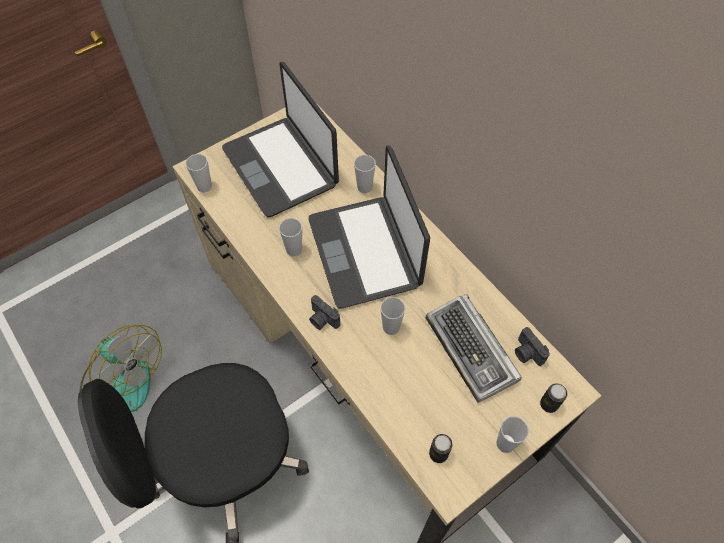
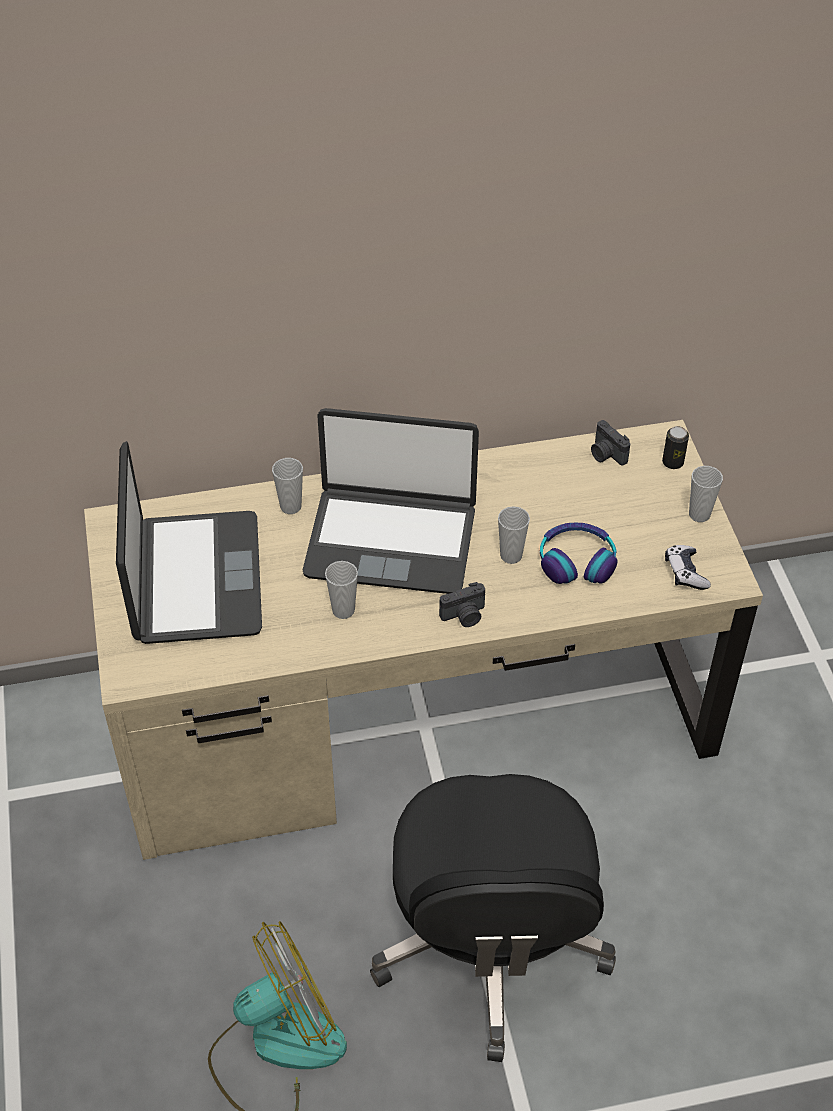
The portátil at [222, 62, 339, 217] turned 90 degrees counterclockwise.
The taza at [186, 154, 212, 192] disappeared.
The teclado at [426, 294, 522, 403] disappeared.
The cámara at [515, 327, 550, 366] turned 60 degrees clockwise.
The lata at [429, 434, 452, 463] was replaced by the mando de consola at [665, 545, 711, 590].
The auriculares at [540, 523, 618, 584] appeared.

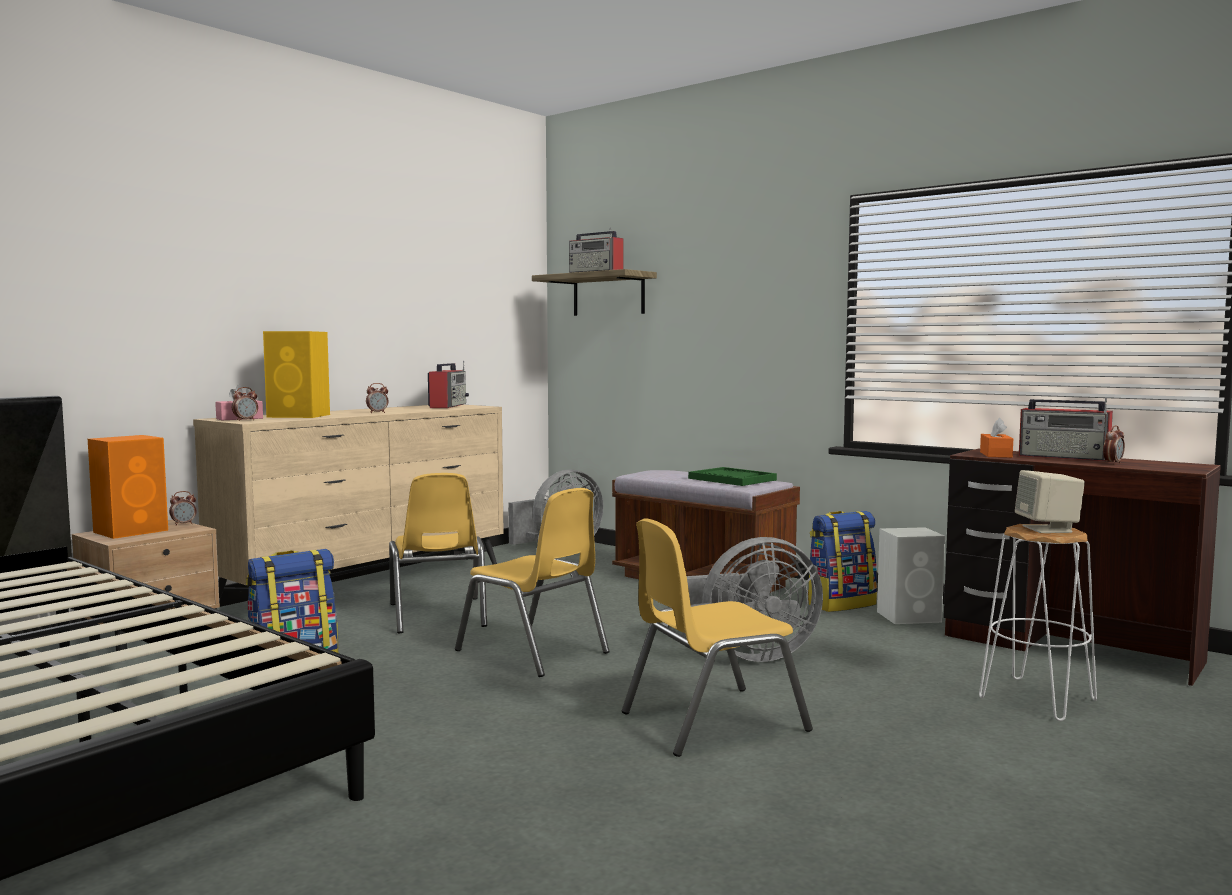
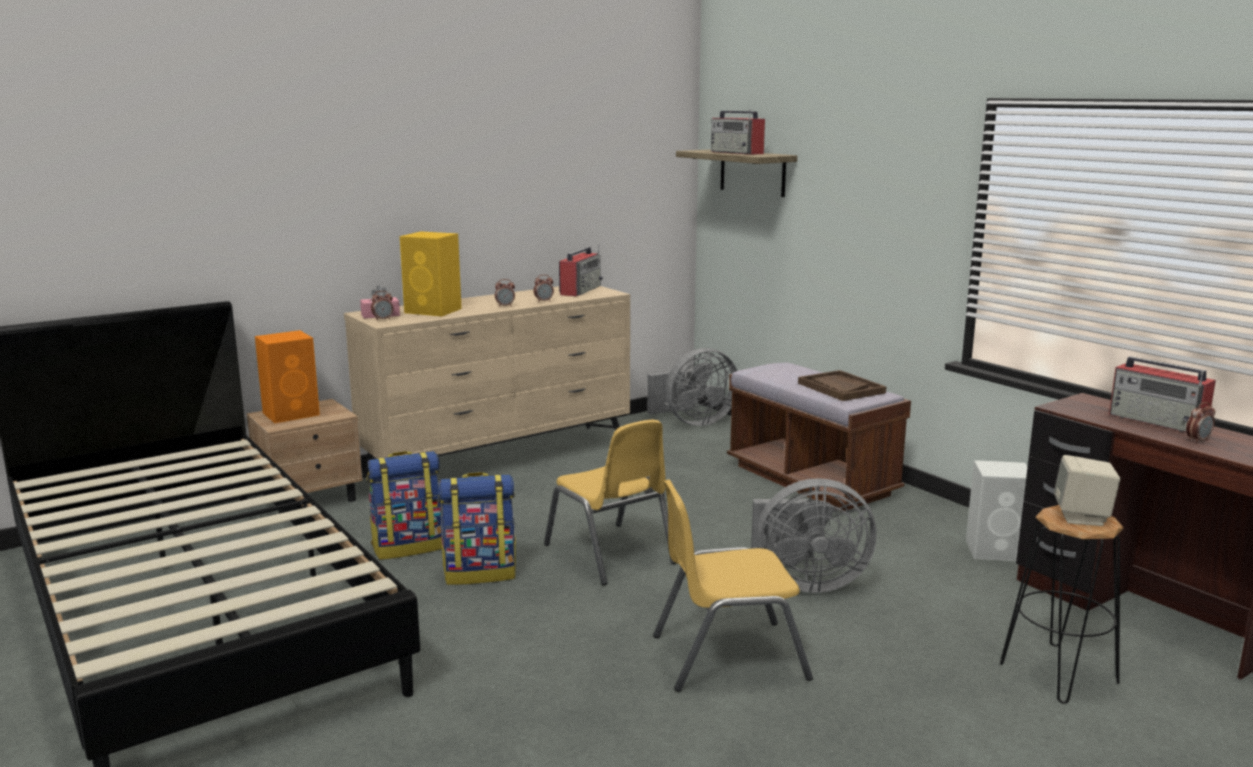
The caja de pañuelos [naranja] at [980, 418, 1013, 458] disappeared.
The bandeja [verde] at [688, 467, 777, 486] became the bandeja [marrón] at [798, 370, 886, 401].
The silla [amarillo] at [389, 473, 487, 633] disappeared.
The despertador moved from [169, 491, 196, 526] to [533, 275, 554, 302].
The mochila moved from [808, 511, 877, 612] to [438, 472, 516, 585].
The taburete [blanco] at [979, 524, 1097, 721] became the taburete [negro] at [1000, 505, 1124, 704].

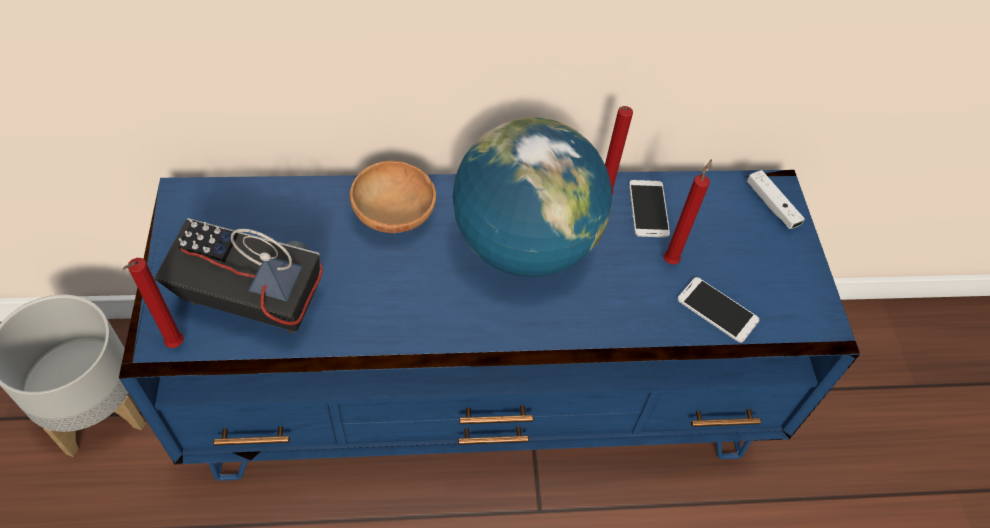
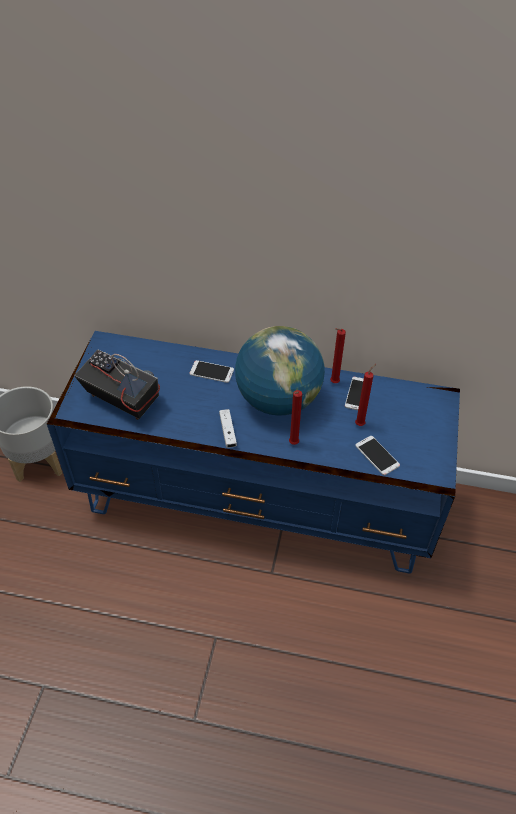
The cuenco [marrón] at [349, 161, 436, 233] was replaced by the móvil at [190, 360, 234, 383].
The mando de consola [blanco] moved from [747, 170, 805, 229] to [219, 409, 237, 448].
The vela [rojo] moved from [123, 258, 184, 348] to [289, 390, 302, 445].

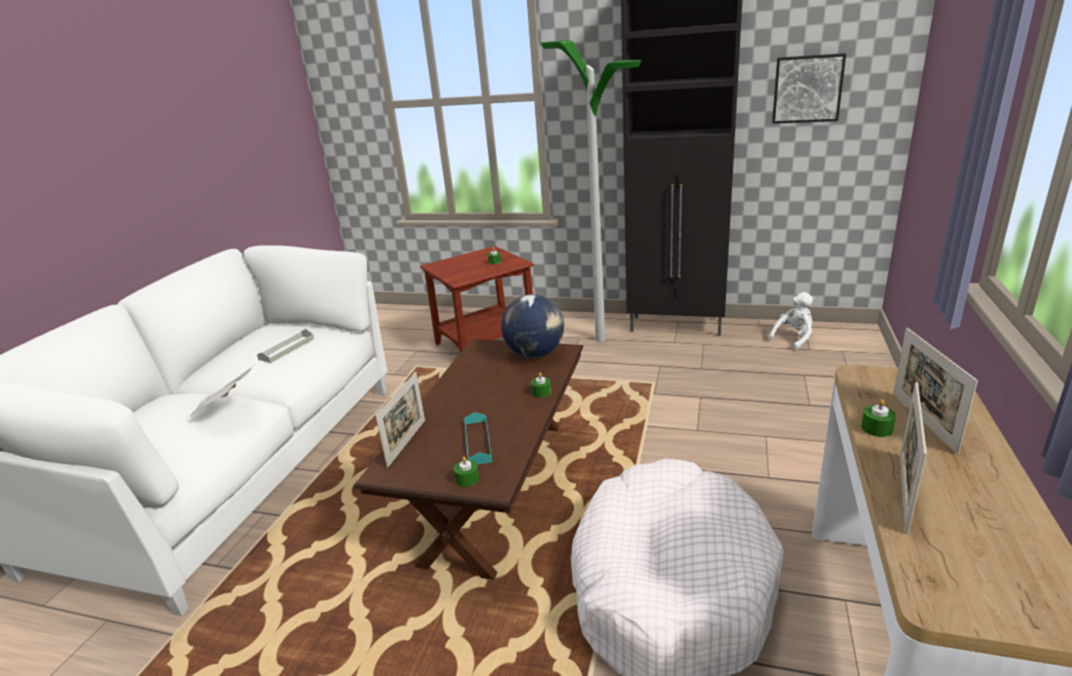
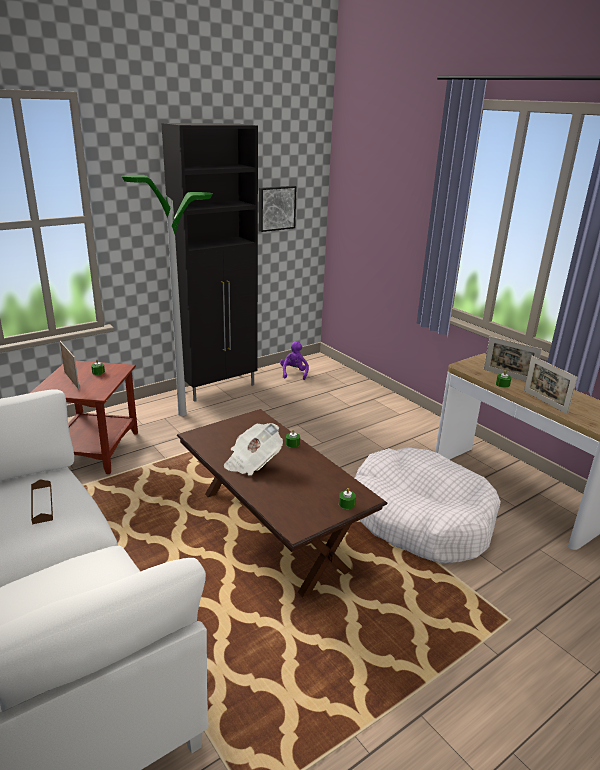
The peluche [blanco] at [768, 292, 813, 351] became the peluche [morado] at [280, 341, 309, 380].
The globo terráqueo at [501, 294, 564, 357] disappeared.
The bandeja [gris] at [257, 329, 314, 363] became the bandeja [marrón] at [31, 479, 53, 524].
The periódico moved from [187, 368, 251, 418] to [224, 423, 283, 475].
The portarretratos moved from [375, 372, 425, 468] to [60, 341, 80, 390].
The bandeja [turquesa] at [464, 412, 492, 464] disappeared.

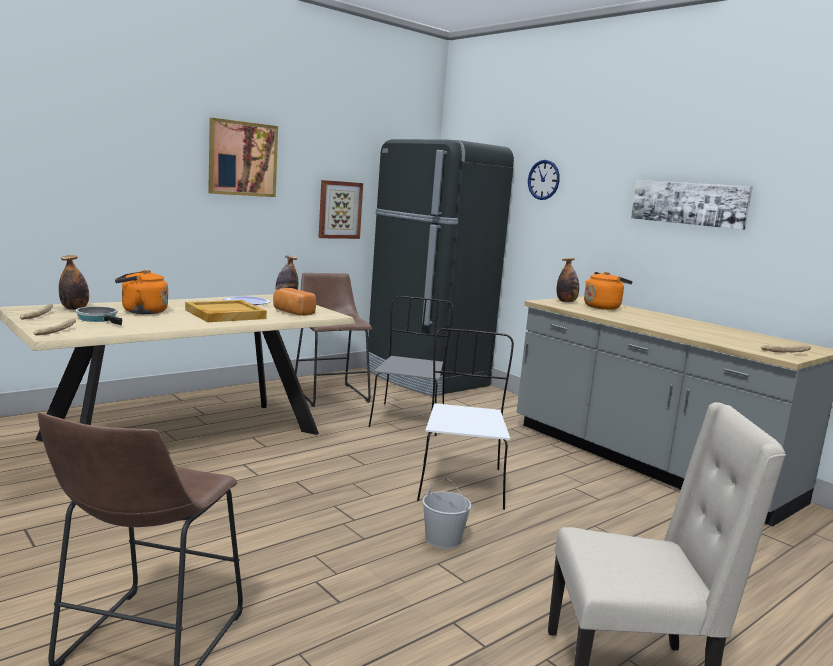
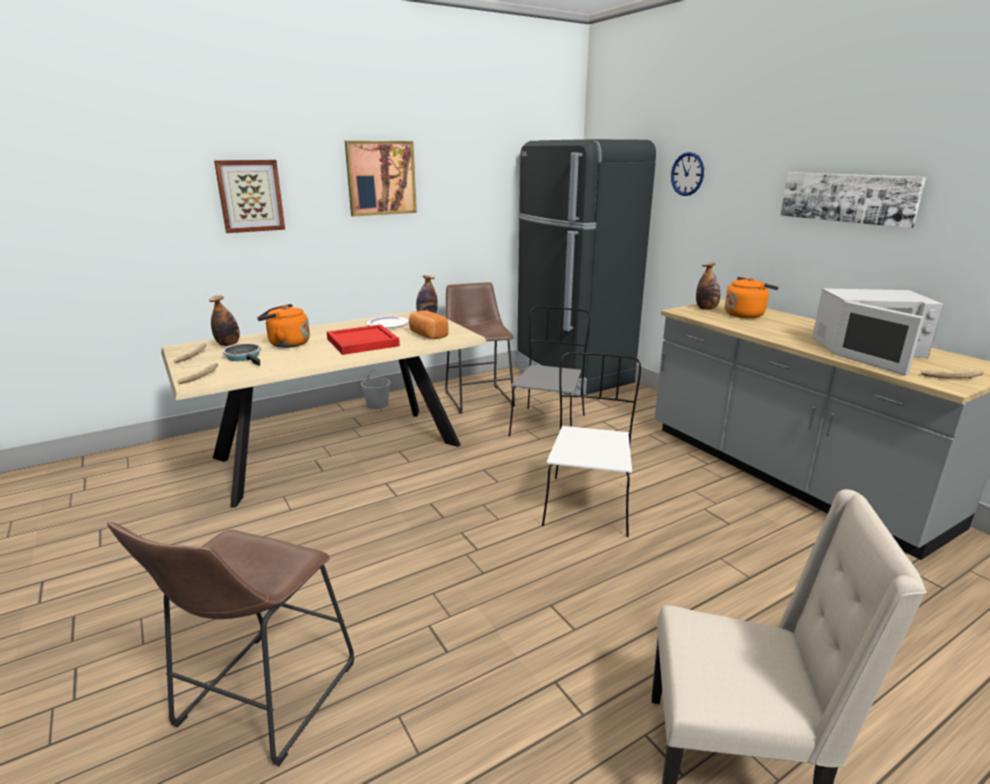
The cuadro moved from [318, 180, 363, 239] to [214, 160, 285, 233].
The bandeja [beis] at [185, 300, 267, 322] became the bandeja [rojo] at [327, 324, 400, 355].
The cubo [blanco] moved from [423, 479, 471, 549] to [361, 369, 390, 409].
The microondas [blanco] at [812, 288, 944, 376] appeared.

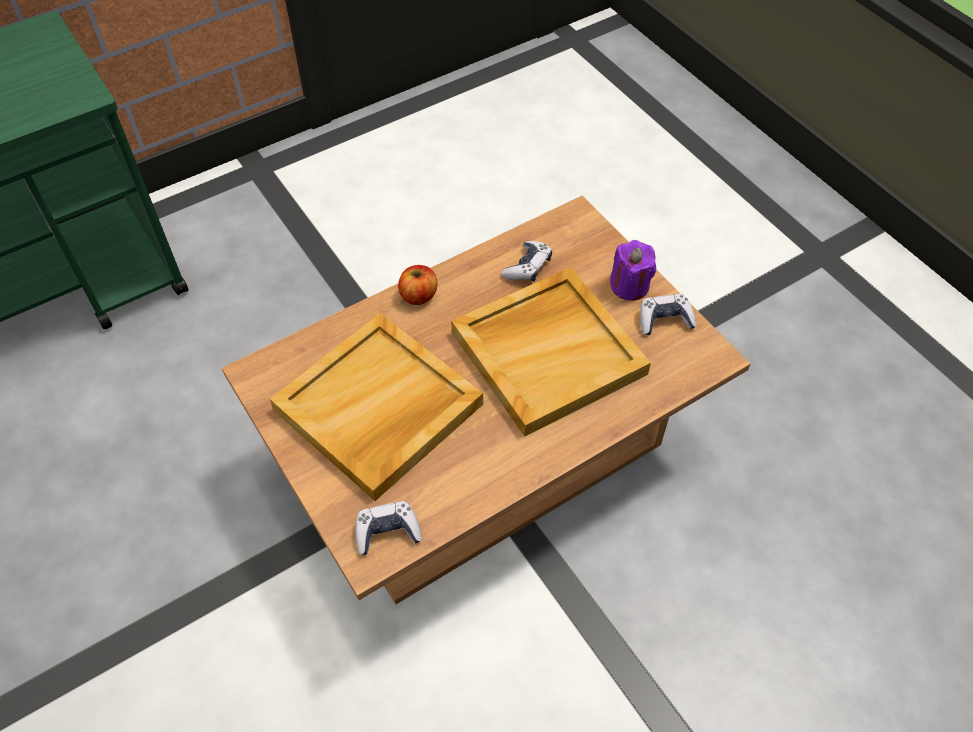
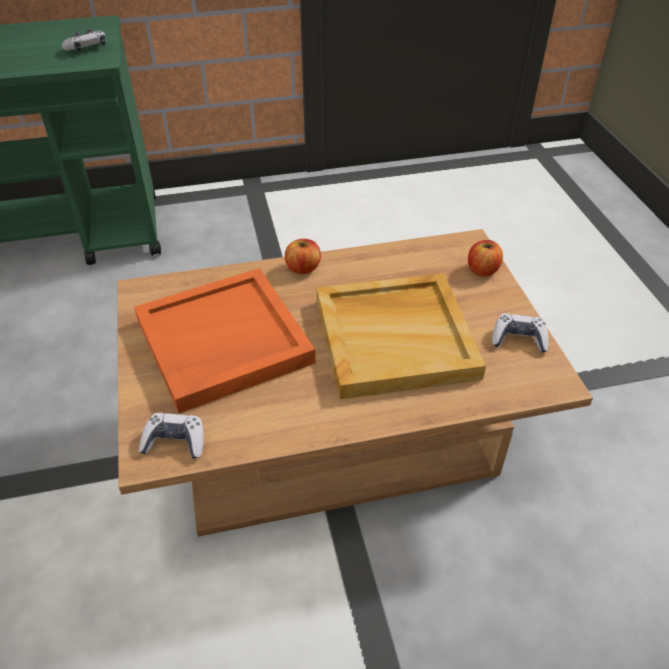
The vela [morado] at [610, 240, 656, 301] disappeared.
The mando de consola moved from [501, 241, 552, 282] to [62, 29, 106, 52].
The bandeja [beis] at [270, 313, 483, 501] became the bandeja [naranja] at [134, 268, 316, 413].
The manzana at [468, 240, 503, 277] appeared.

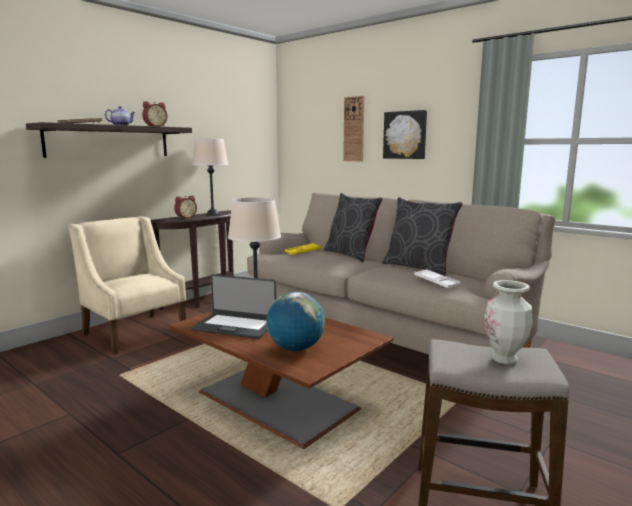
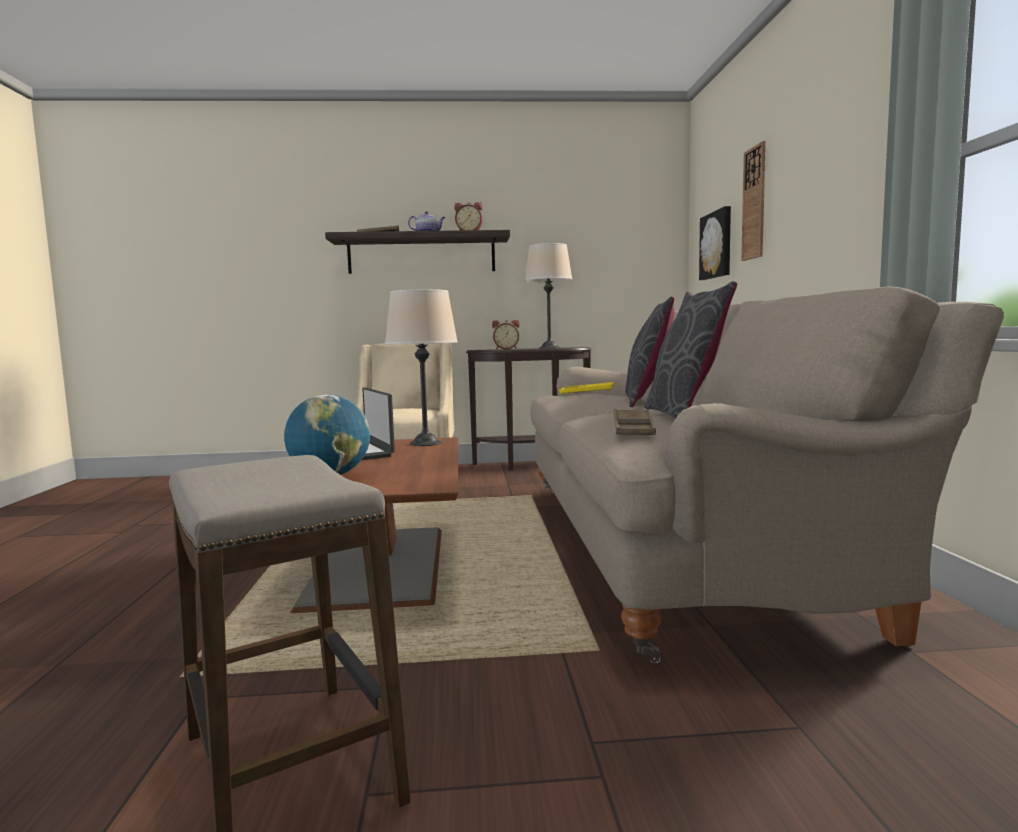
The cuadro moved from [383, 110, 427, 159] to [699, 206, 731, 280].
The bandeja [blanco] at [414, 269, 461, 288] became the bandeja [marrón] at [614, 409, 656, 435].
The florero at [484, 280, 532, 364] disappeared.

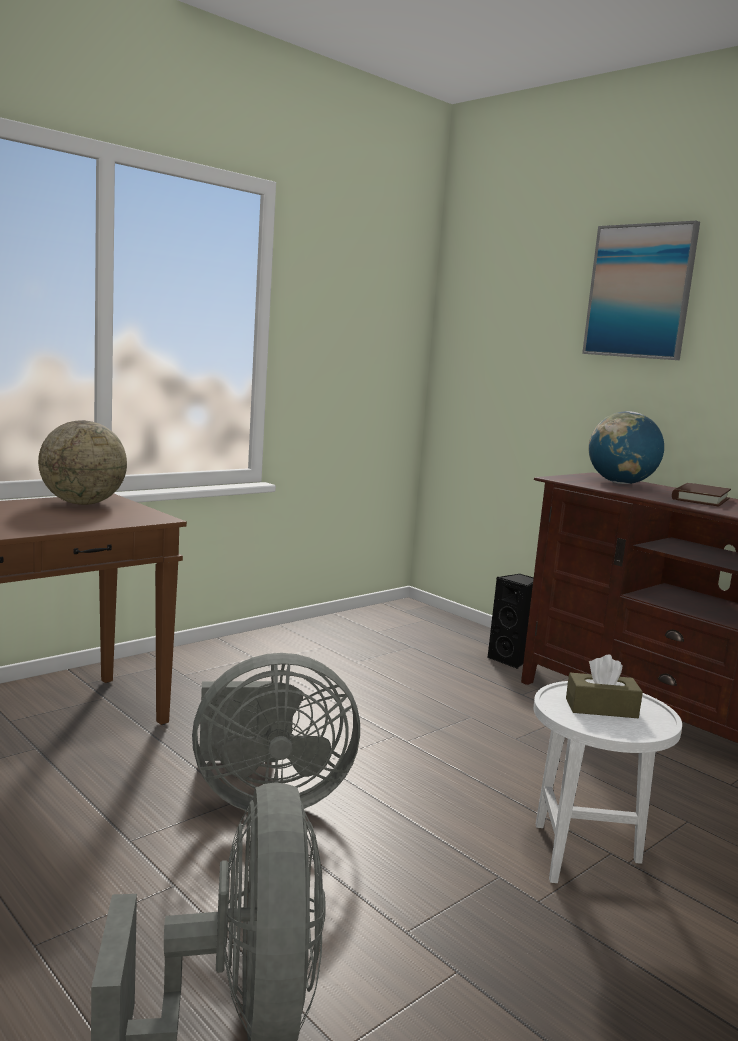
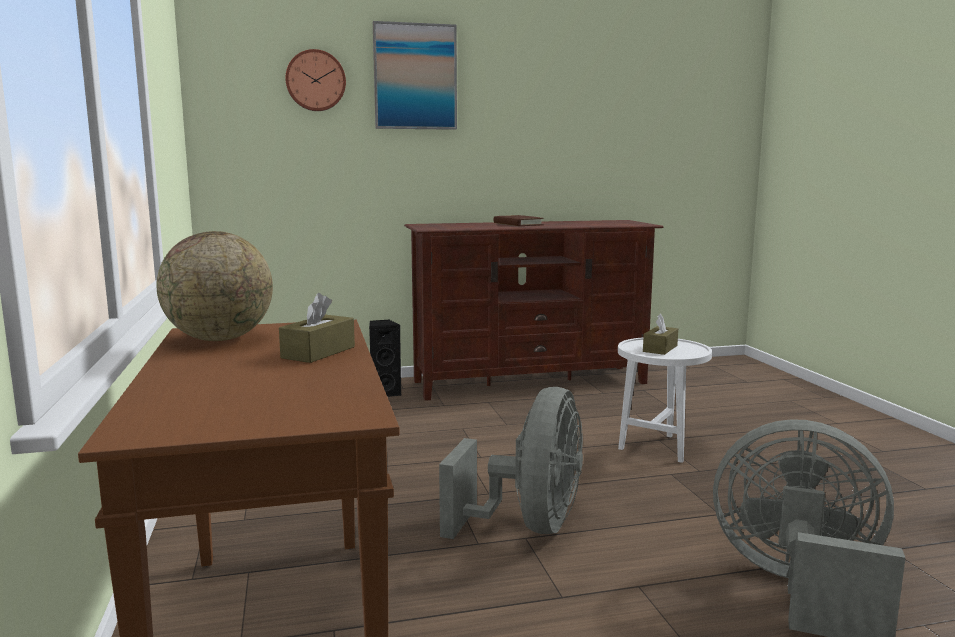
The globo terráqueo at [589, 411, 664, 484] disappeared.
The reloj de pared at [285, 49, 346, 111] appeared.
The caja de pañuelos [marrón] at [279, 293, 355, 363] appeared.

